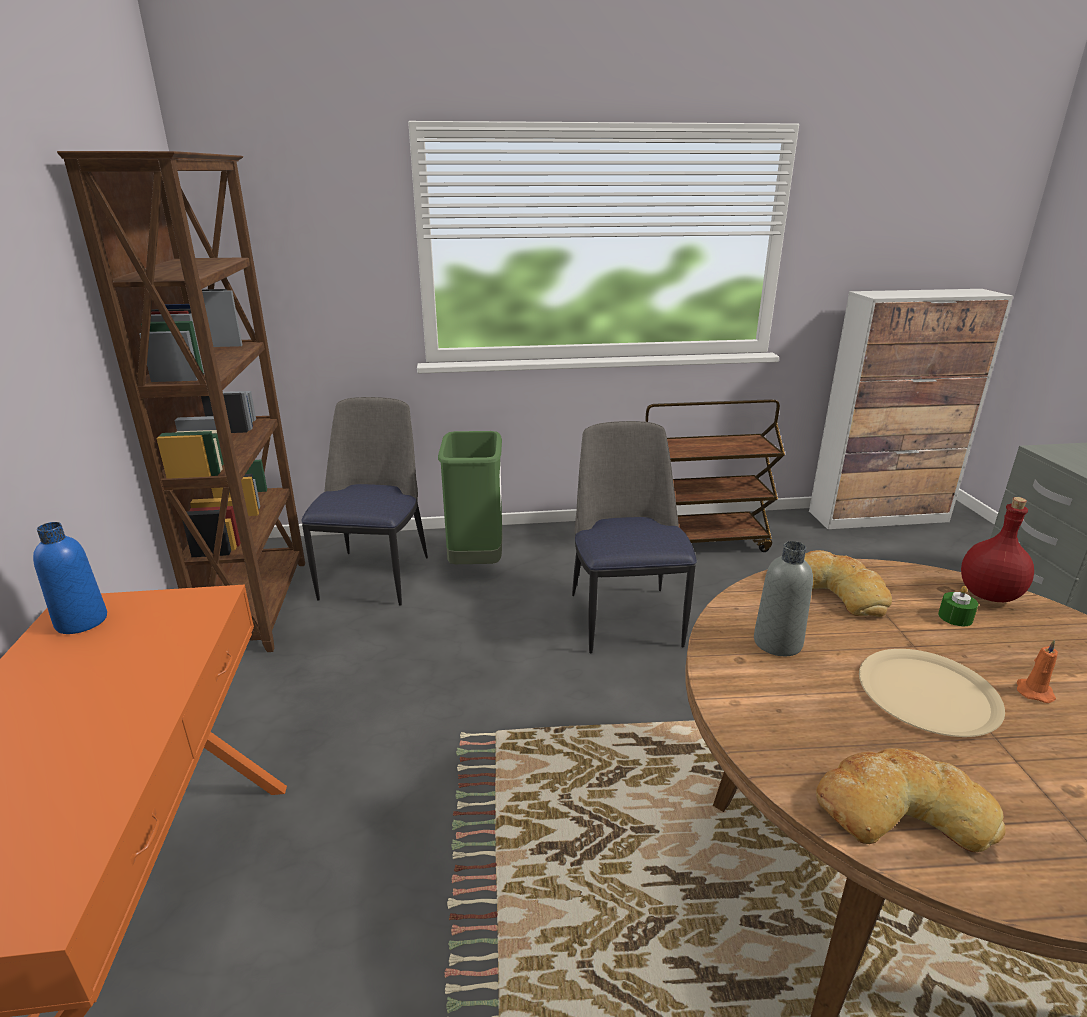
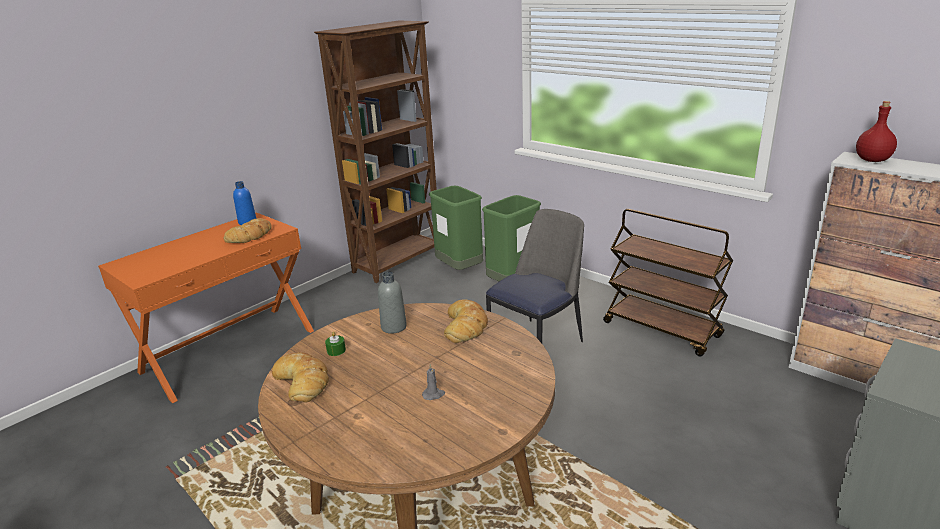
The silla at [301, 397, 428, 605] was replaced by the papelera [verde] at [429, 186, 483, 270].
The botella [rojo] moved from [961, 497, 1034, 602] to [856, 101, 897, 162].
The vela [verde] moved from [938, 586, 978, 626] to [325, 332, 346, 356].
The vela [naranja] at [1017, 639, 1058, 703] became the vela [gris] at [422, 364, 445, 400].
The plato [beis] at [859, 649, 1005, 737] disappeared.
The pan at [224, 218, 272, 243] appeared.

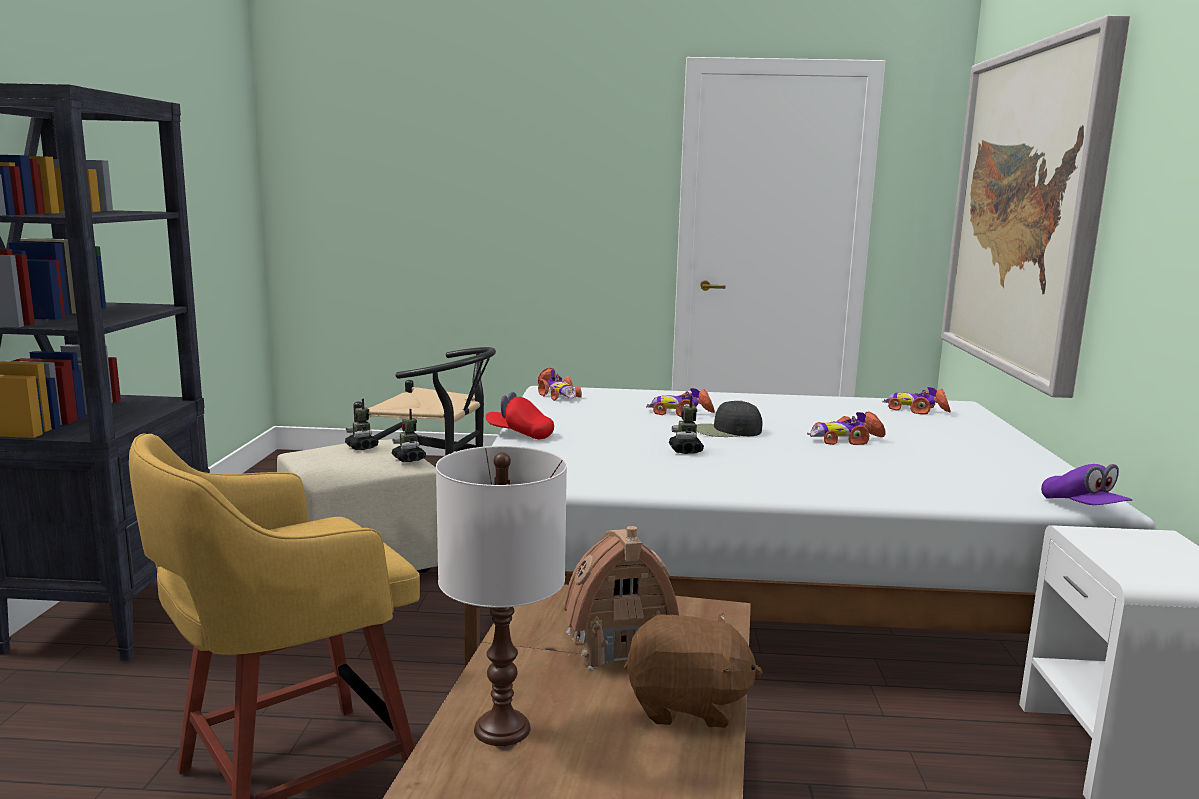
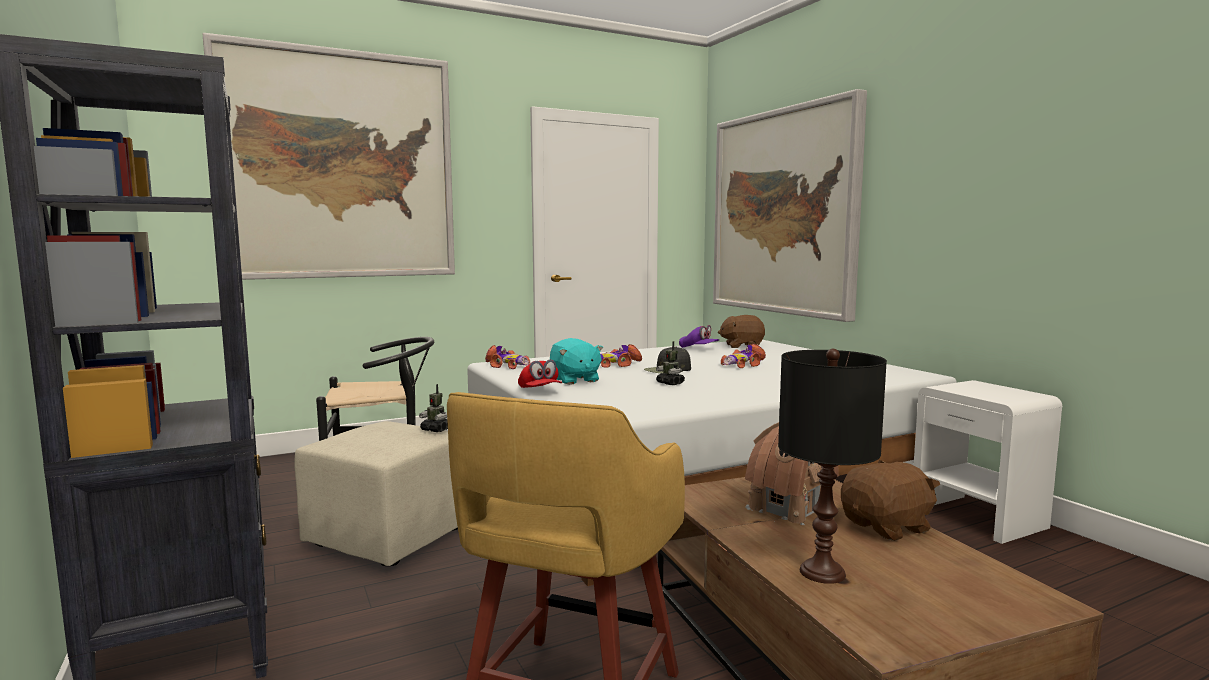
The coche de juguete at [882, 387, 951, 415] was replaced by the peluche [marrón] at [718, 315, 765, 348].
The gorra [rojo] at [485, 392, 554, 439] turned 105 degrees counterclockwise.
The robot de juguete at [345, 399, 379, 450] disappeared.
The lámpara de mesa [blanco] at [436, 446, 567, 746] became the lámpara de mesa [negro] at [778, 349, 887, 584].
The gorra [morado] moved from [1041, 464, 1132, 505] to [679, 325, 719, 348].
The cuadro at [202, 33, 455, 280] appeared.
The peluche [turquesa] at [550, 338, 603, 385] appeared.

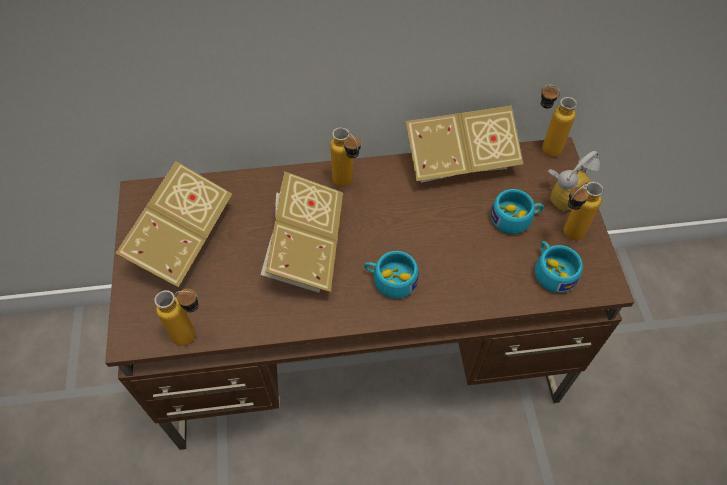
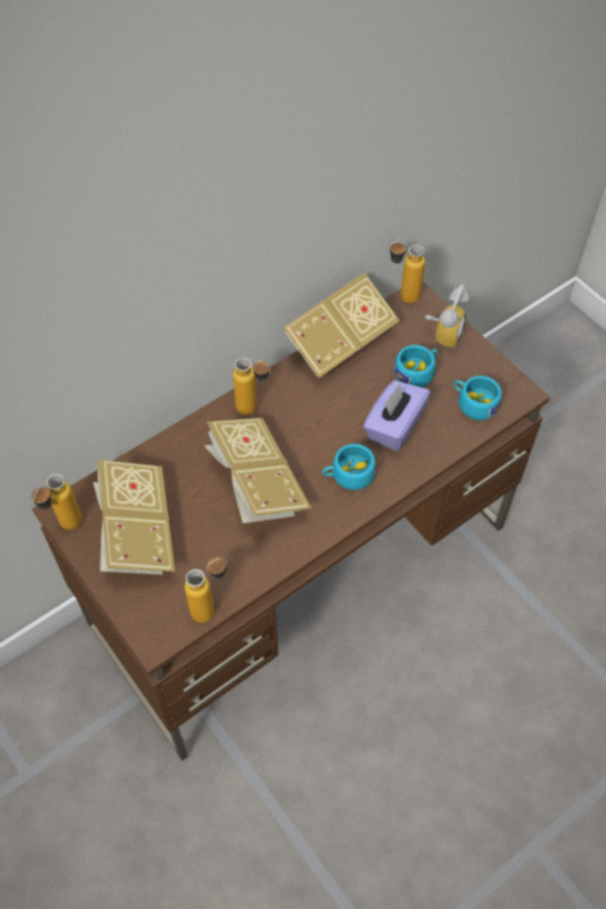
The botella moved from [564, 182, 604, 240] to [31, 474, 82, 530].
The caja de pañuelos [morado] at [363, 380, 431, 452] appeared.

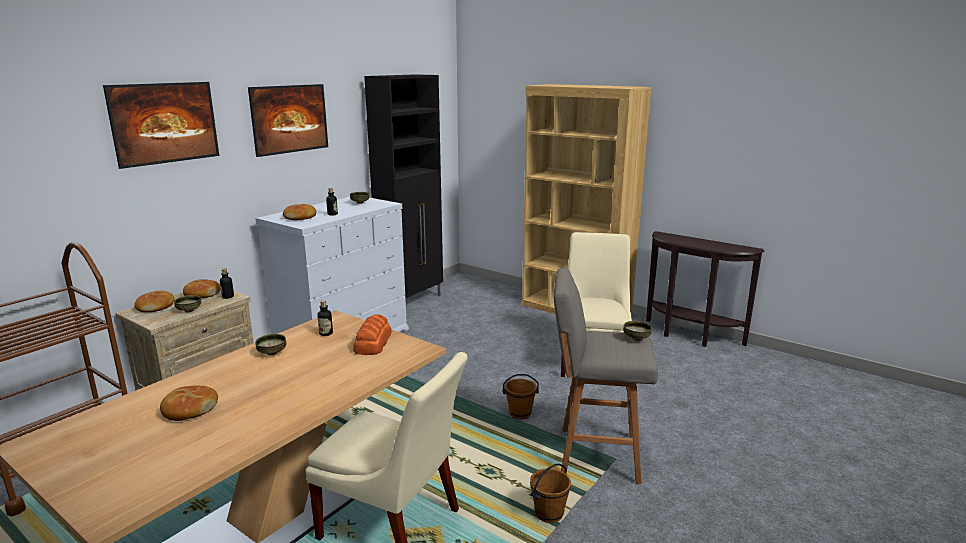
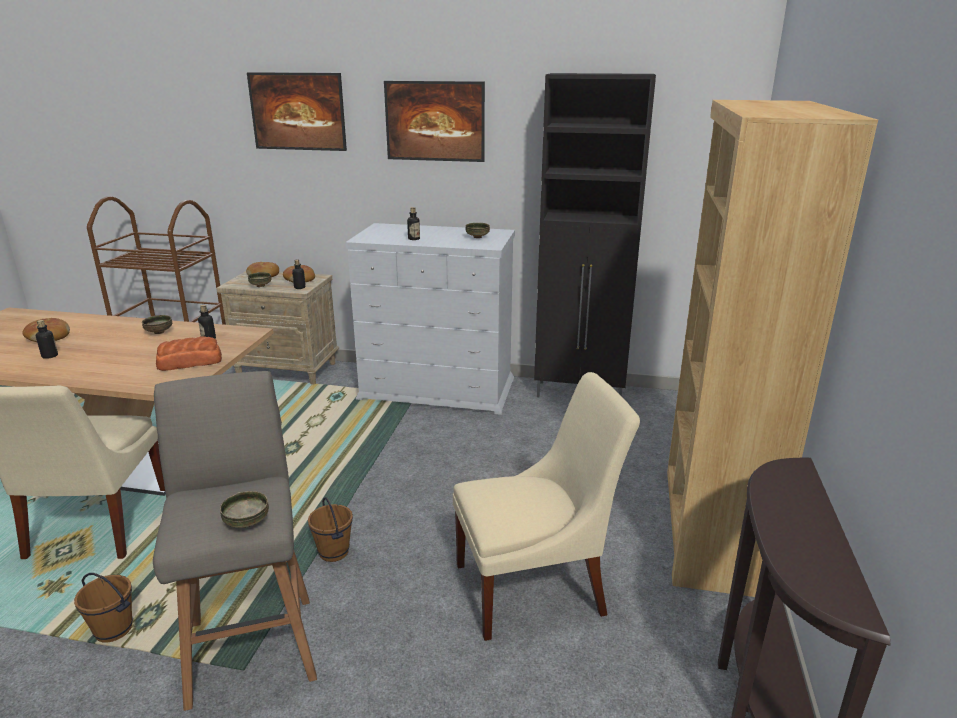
The pan at [283, 204, 316, 220] disappeared.
The botella at [36, 320, 58, 359] appeared.

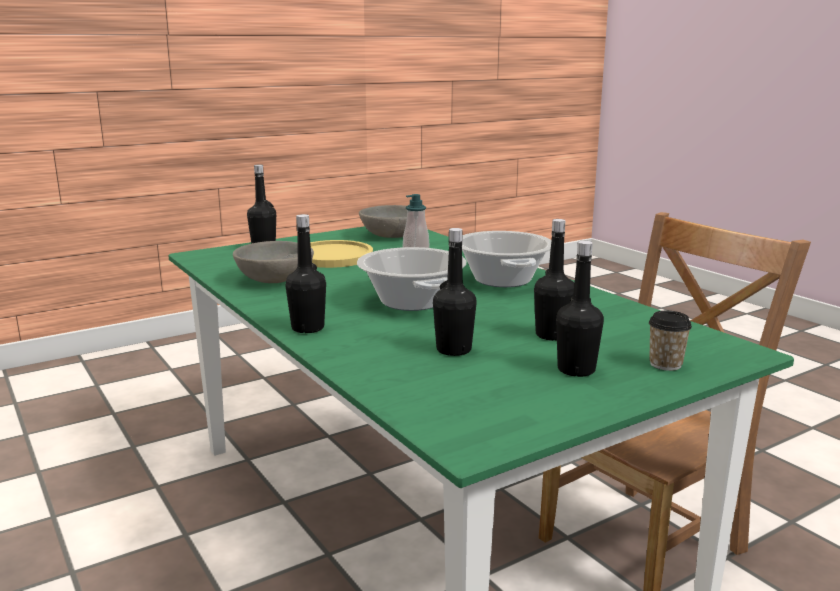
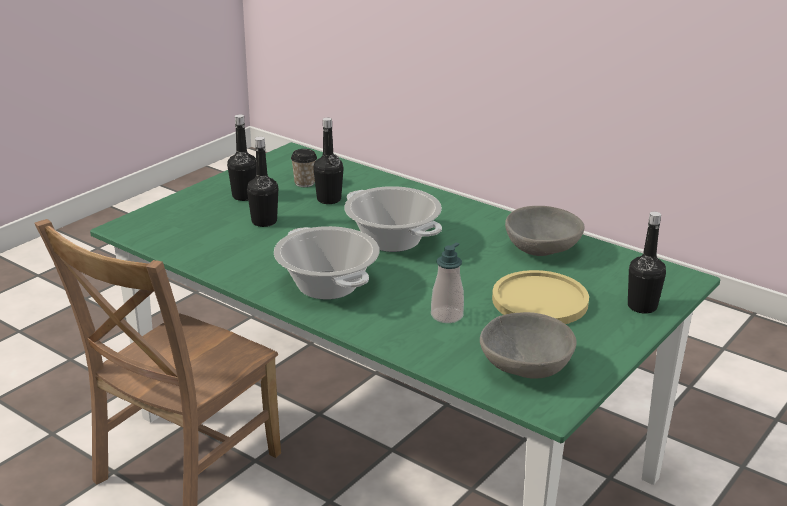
The botella [negro] at [285, 214, 326, 333] disappeared.
The taza moved from [649, 311, 692, 371] to [291, 149, 317, 187].

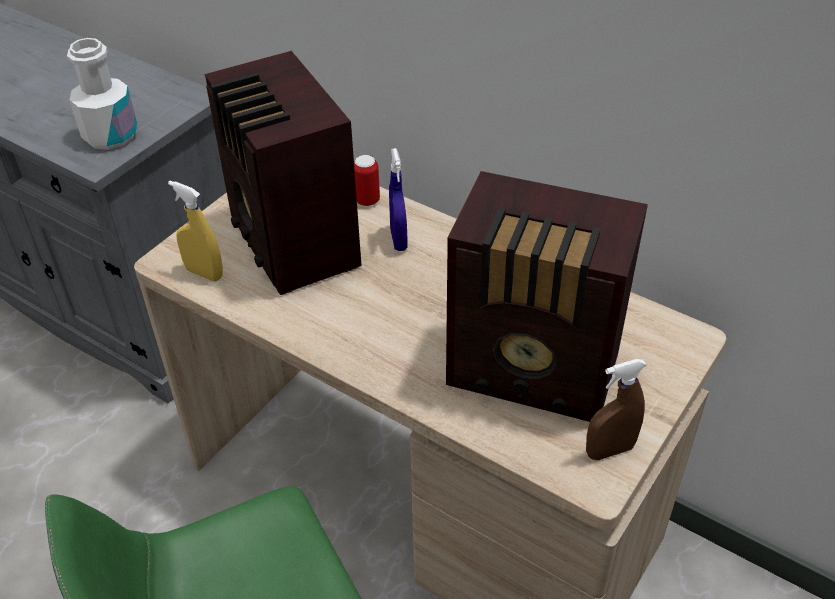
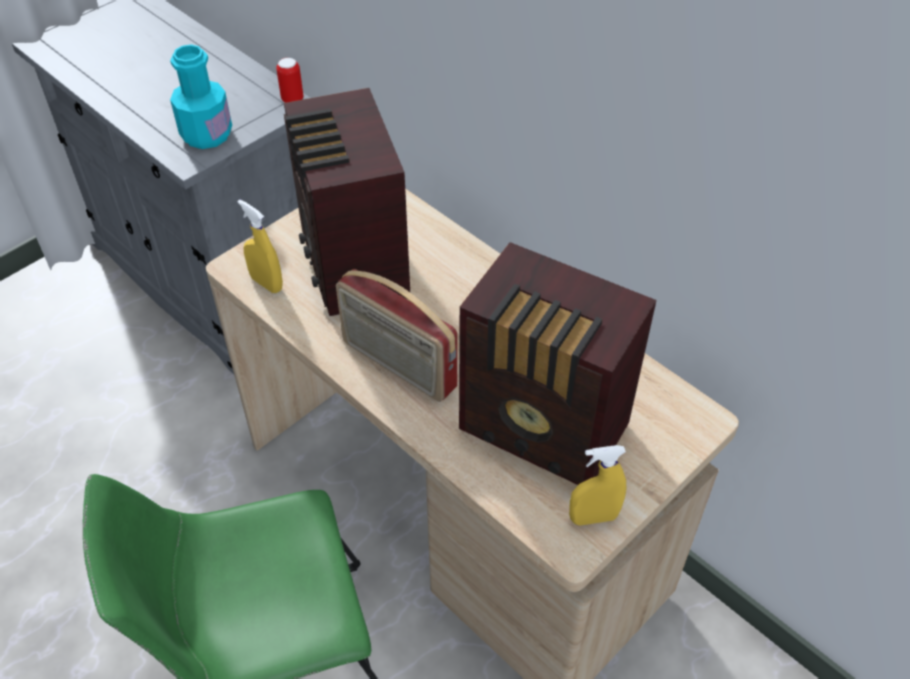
The botella [blanco] at [67, 38, 137, 150] became the botella [turquesa] at [170, 44, 232, 149].
The pulverizador [azul] at [389, 148, 408, 251] disappeared.
The lata moved from [354, 155, 380, 206] to [276, 58, 303, 103].
The pulverizador [marrón] at [586, 359, 646, 460] became the pulverizador [amarillo] at [569, 445, 626, 525].
The radio at [336, 269, 458, 402] appeared.

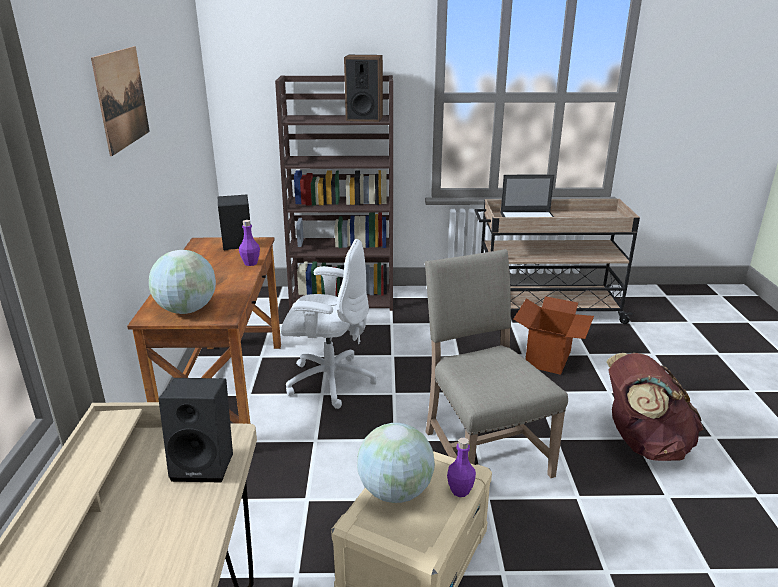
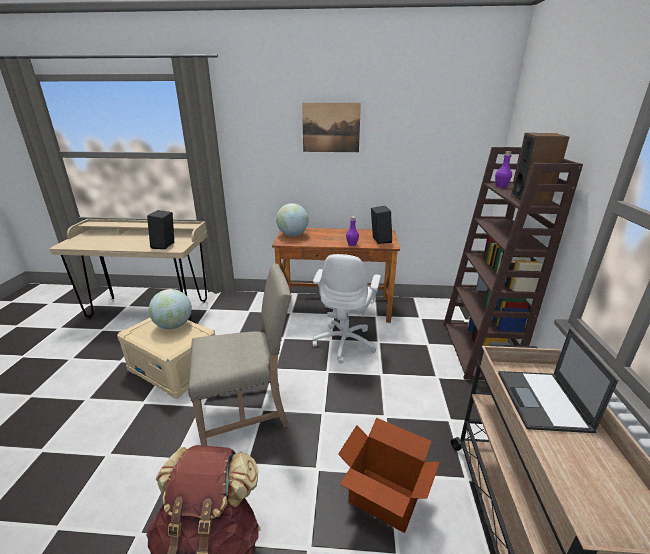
The botella [morado] moved from [447, 438, 476, 497] to [495, 151, 512, 188].

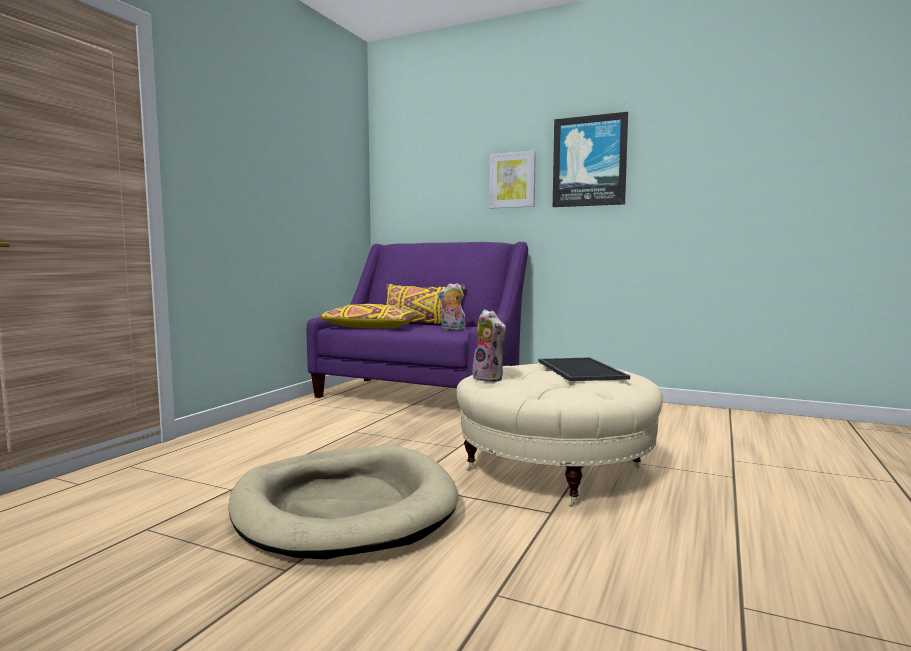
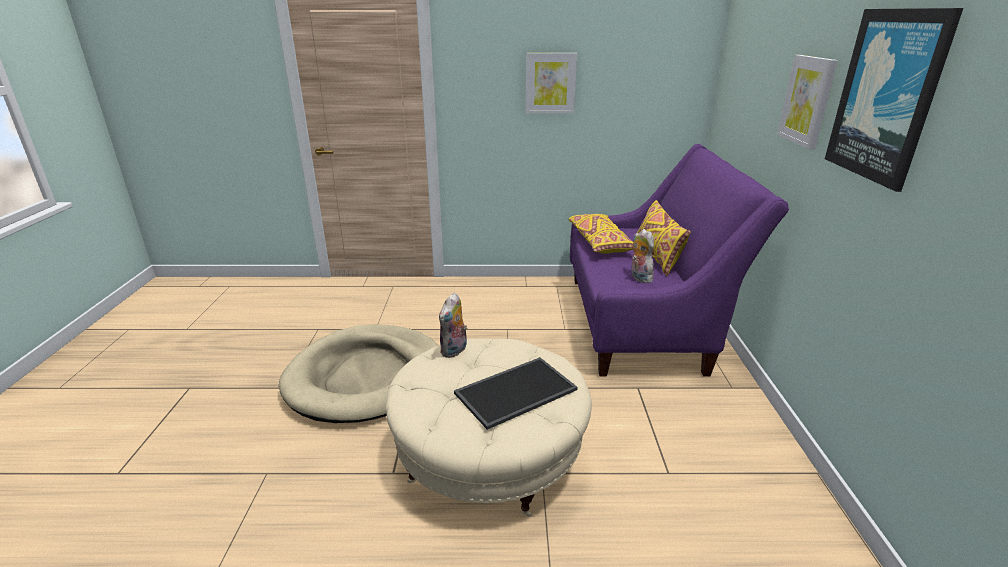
The cuadro at [526, 53, 577, 113] appeared.

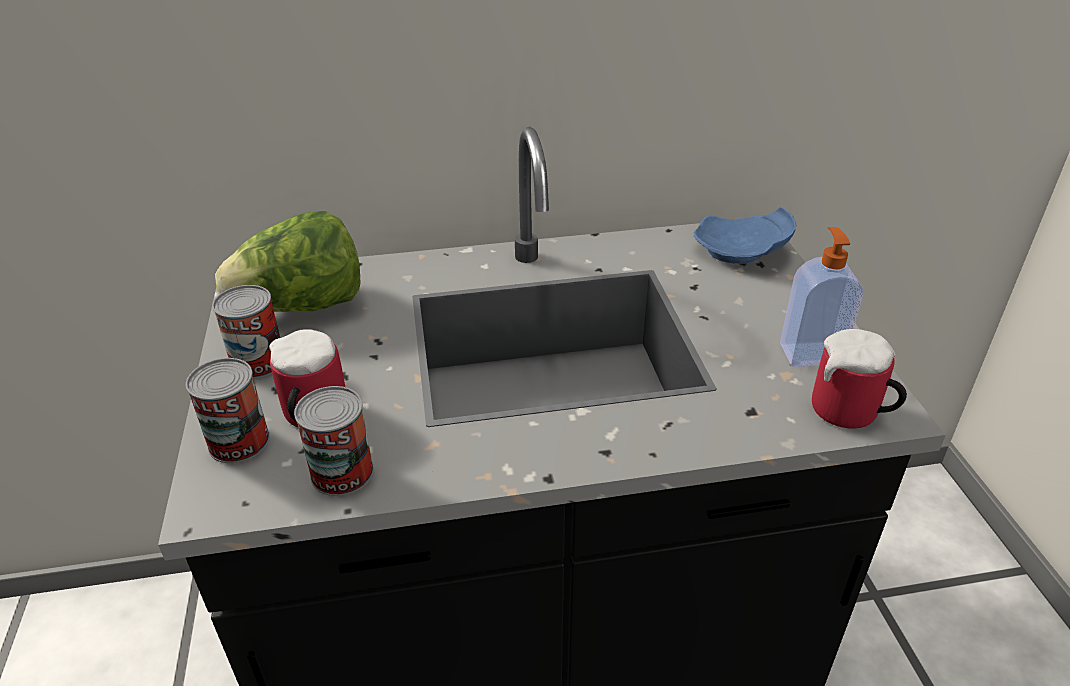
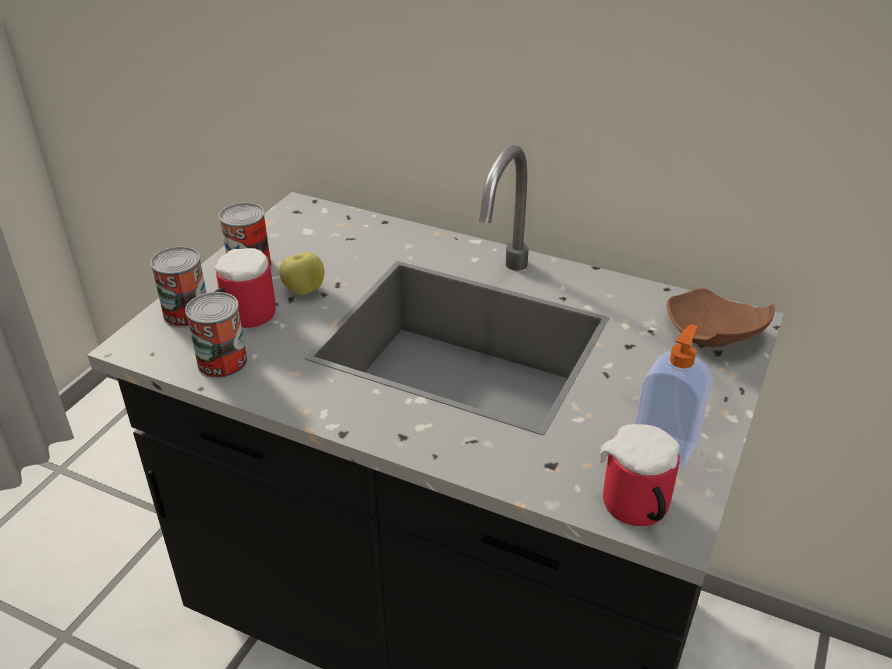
The plato [azul] at [693, 207, 796, 264] became the plato [marrón] at [667, 288, 775, 347].
The lechuga at [215, 211, 361, 312] disappeared.
The manzana at [279, 252, 324, 295] appeared.

